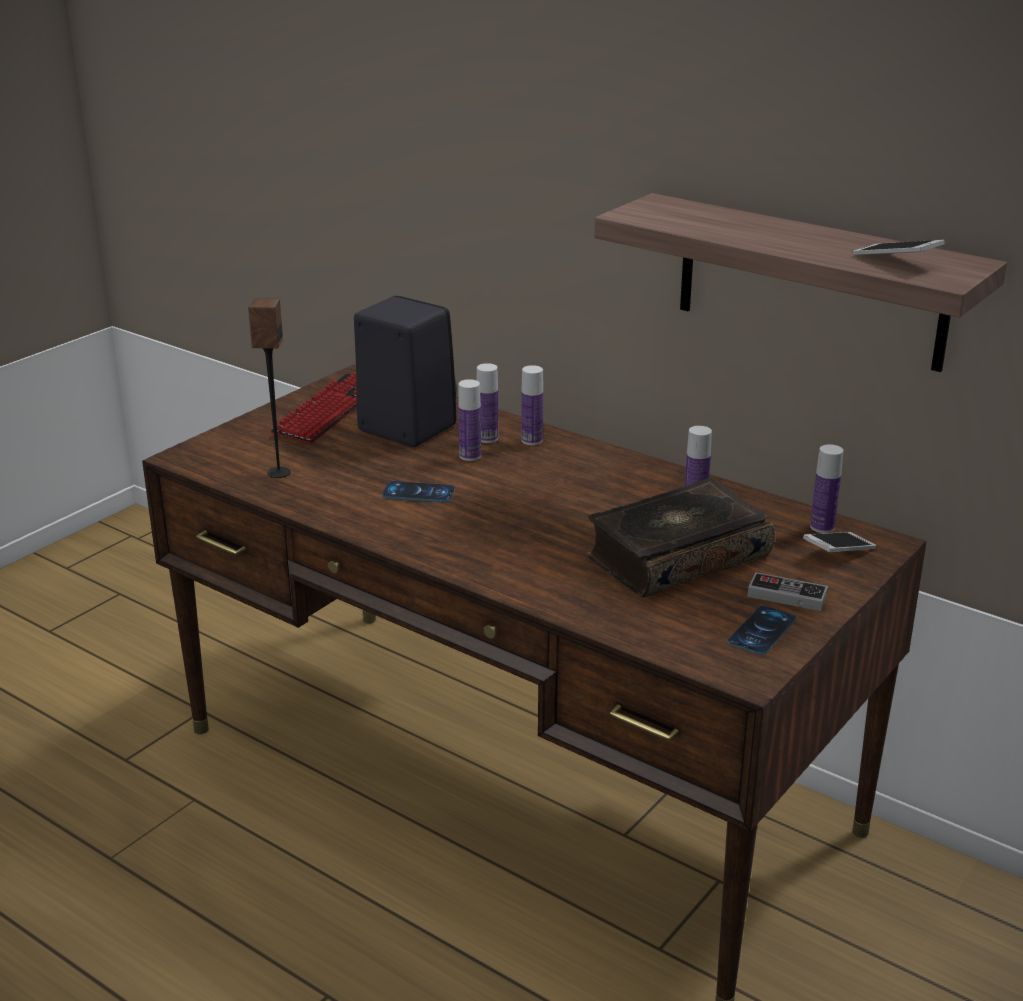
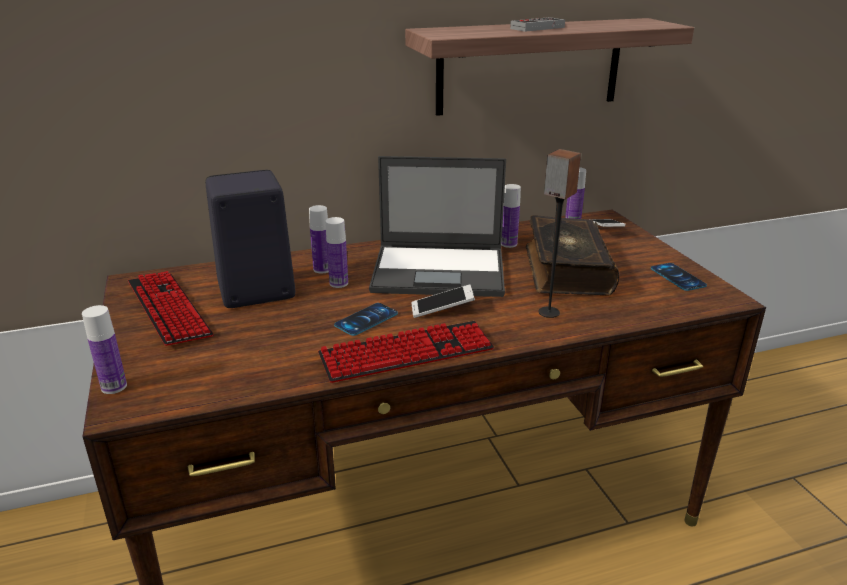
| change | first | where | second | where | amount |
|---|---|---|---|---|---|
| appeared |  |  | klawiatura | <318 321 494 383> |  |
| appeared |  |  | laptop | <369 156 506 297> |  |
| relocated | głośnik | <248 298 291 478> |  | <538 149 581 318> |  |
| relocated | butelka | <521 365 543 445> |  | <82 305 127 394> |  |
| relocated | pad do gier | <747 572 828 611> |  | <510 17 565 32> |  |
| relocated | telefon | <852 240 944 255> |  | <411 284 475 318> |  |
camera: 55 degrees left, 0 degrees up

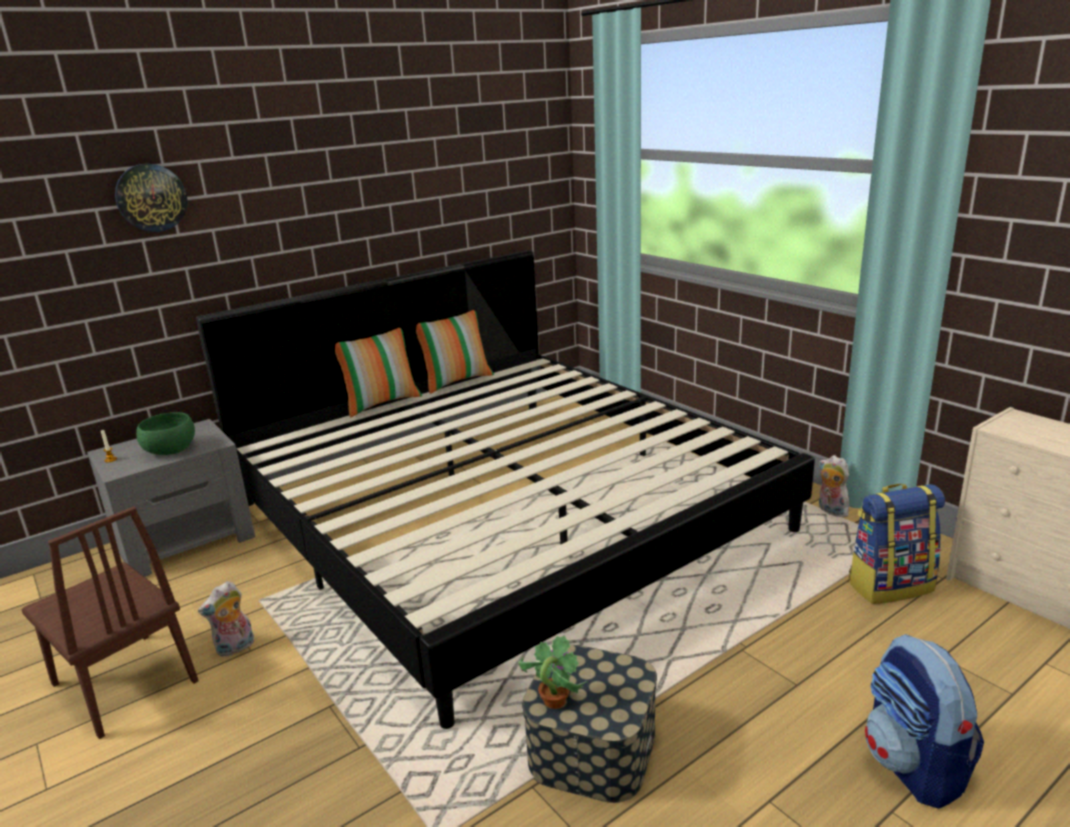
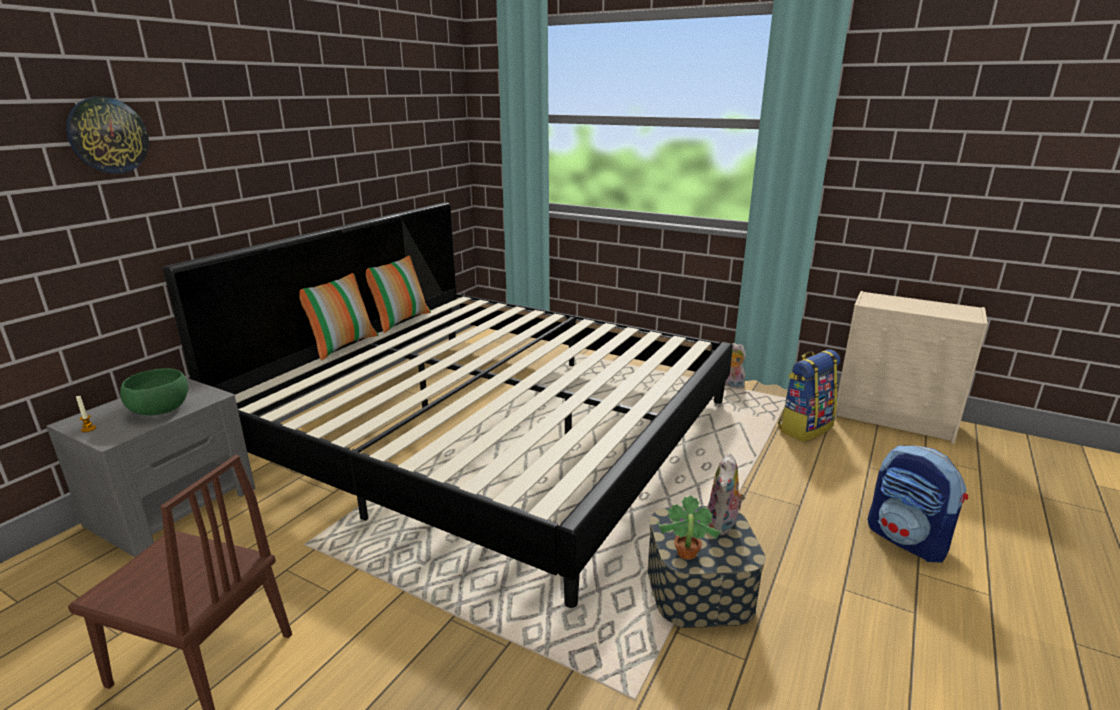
| change | first | where | second | where | amount |
|---|---|---|---|---|---|
| relocated | pluszak | <198 581 254 657> |  | <707 454 745 535> |  |
camera: 25 degrees left, 0 degrees up

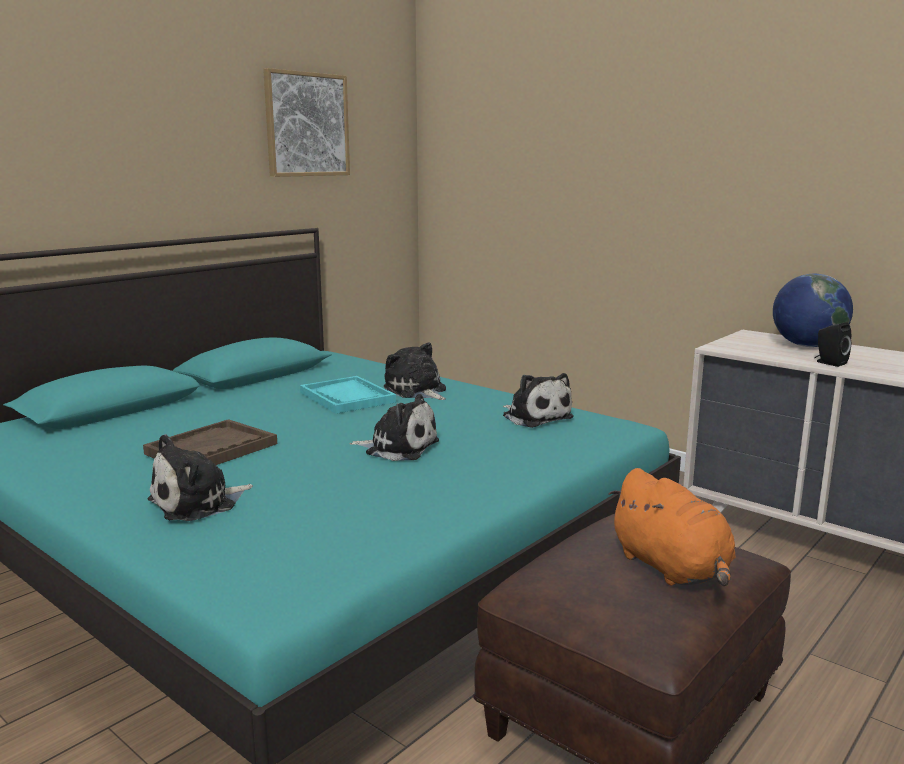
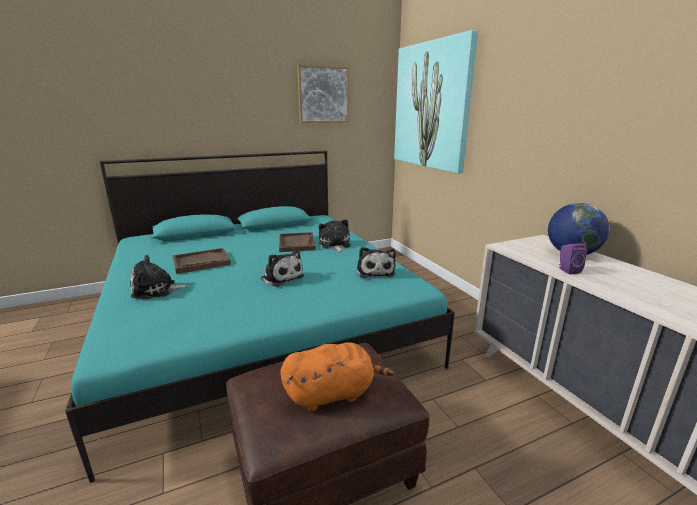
| change | first | where | second | where | amount |
|---|---|---|---|---|---|
| appeared |  |  | obraz | <394 30 478 174> |  |
| colour | taca/turkusowy | <300 376 396 414> | taca/brązowy | <279 232 316 252> |  |
| colour | głośnik/czarny | <814 322 851 367> | głośnik/fioletowy | <559 243 587 275> |  |
| spun | pluszak/pomarańczowy | <608 468 736 586> |  | <280 342 394 411> | 105 degrees counterclockwise |
camera: 25 degrees right, 5 degrees up

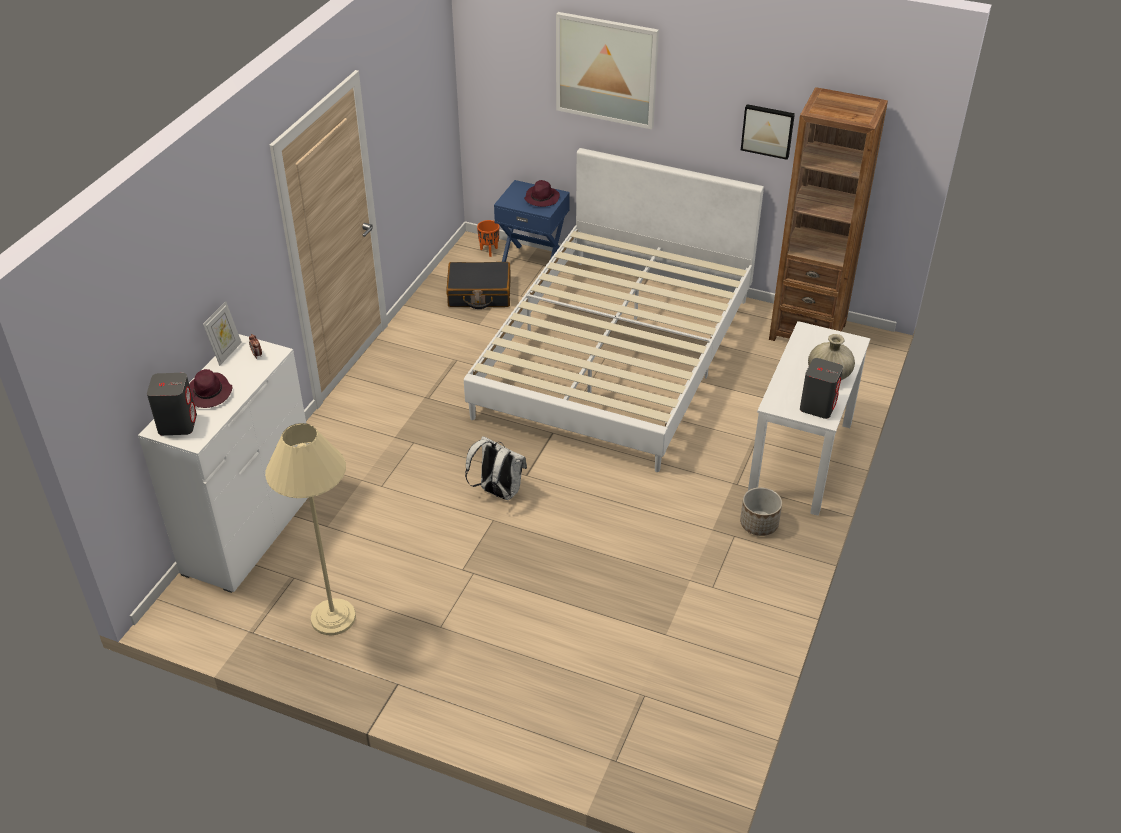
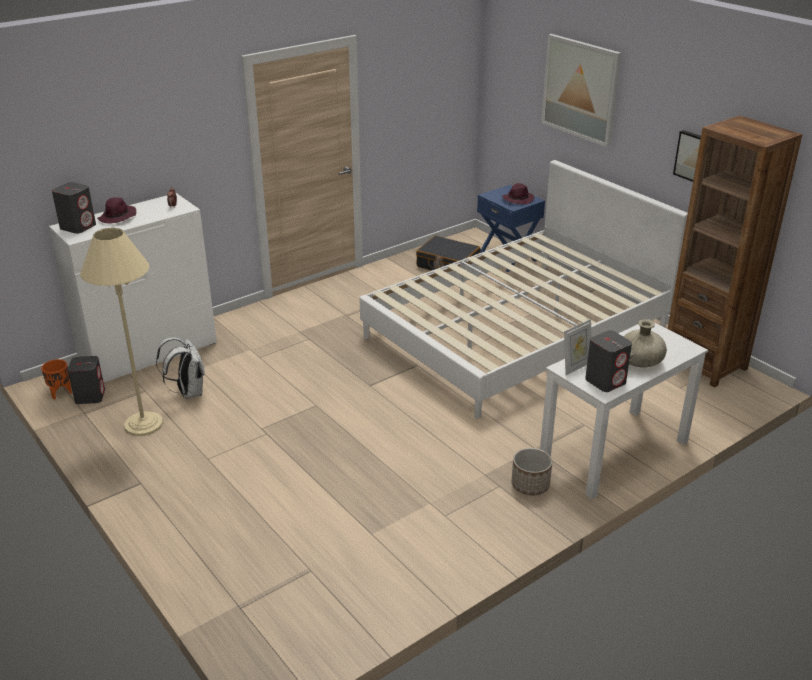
| change | first | where | second | where | amount |
|---|---|---|---|---|---|
| appeared |  |  | głośnik/szary | <67 356 105 404> |  |
| relocated | ramka na zdjęcie | <203 301 242 366> |  | <564 319 591 375> |  |
| relocated | plecak/biały | <465 436 527 500> |  | <156 337 205 399> |  |
| relocated | donica/pomarańczowy | <477 220 499 257> |  | <41 359 72 399> |  |
camera: 30 degrees right, 10 degrees down

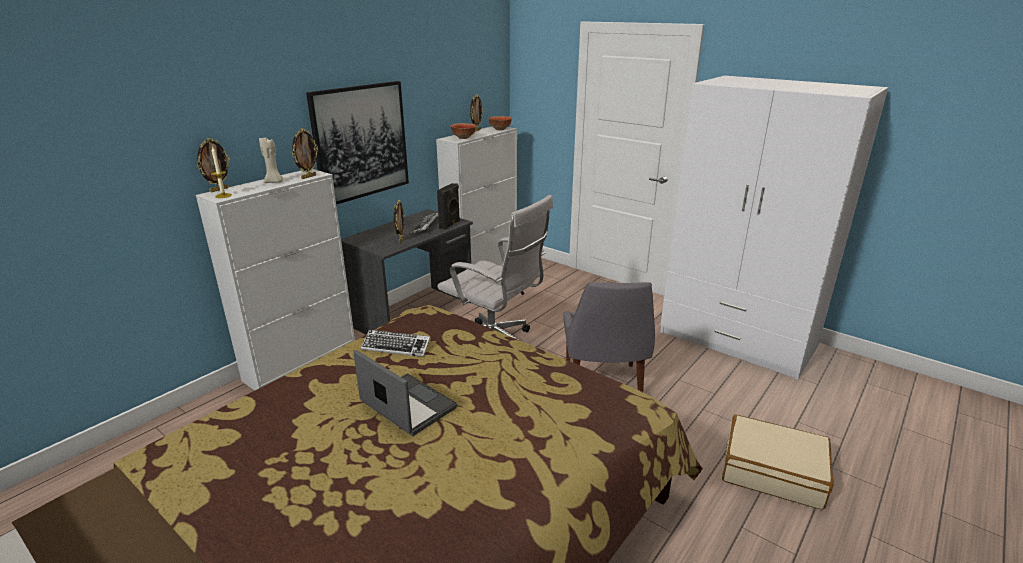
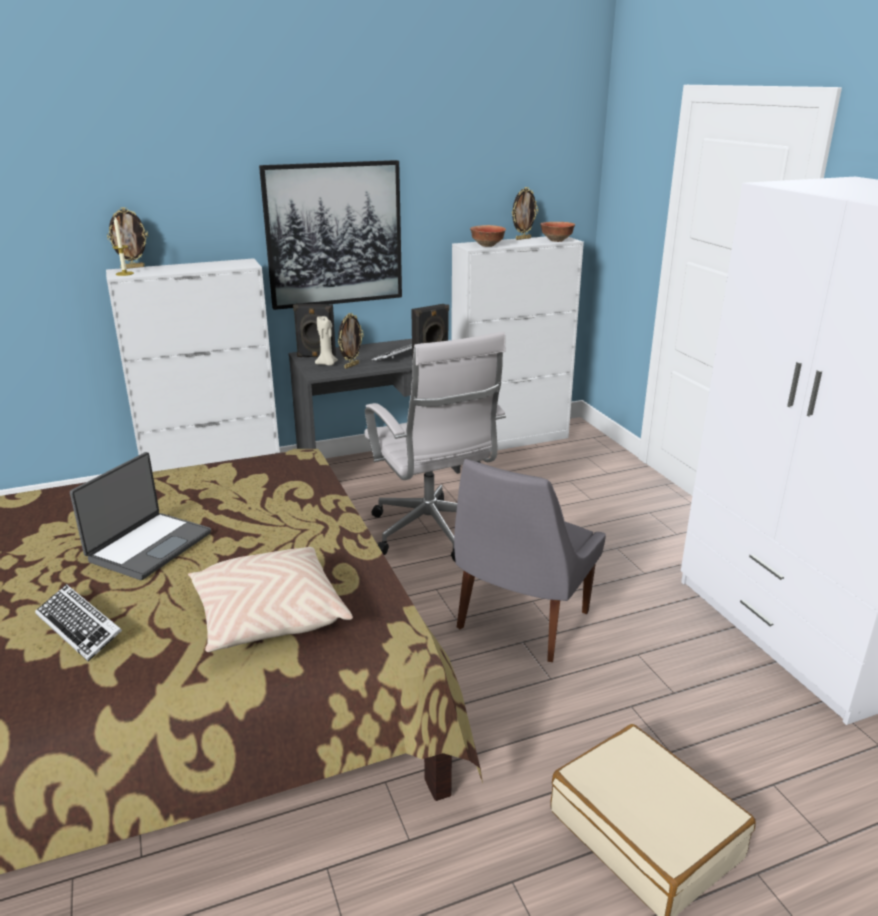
| change | first | where | second | where | amount |
|---|---|---|---|---|---|
| missing | ramka na zdjęcie | <292 128 318 179> |  |  |  |
| appeared |  |  | poduszka/beżowy | <188 547 353 652> |  |
| appeared |  |  | głośnik/czarny | <293 303 336 357> |  |
| relocated | świeca/beżowy | <259 138 283 183> |  | <315 316 338 366> |  |
| relocated | klawiatura | <361 330 430 357> |  | <35 584 122 661> |  |
| spun | laptop | <353 350 457 436> |  | <70 452 211 580> | 45 degrees clockwise |
camera: 30 degrees right, 0 degrees up

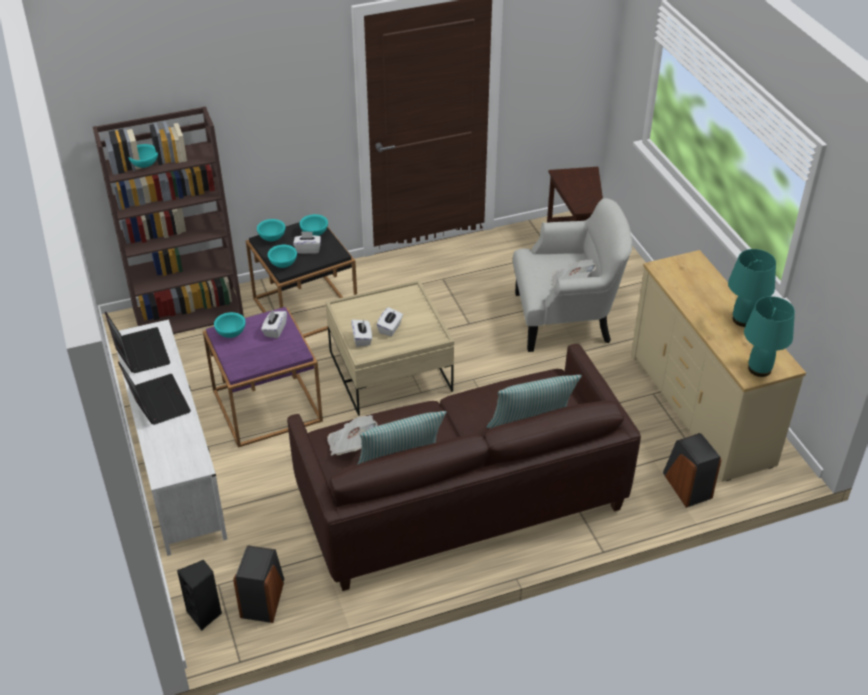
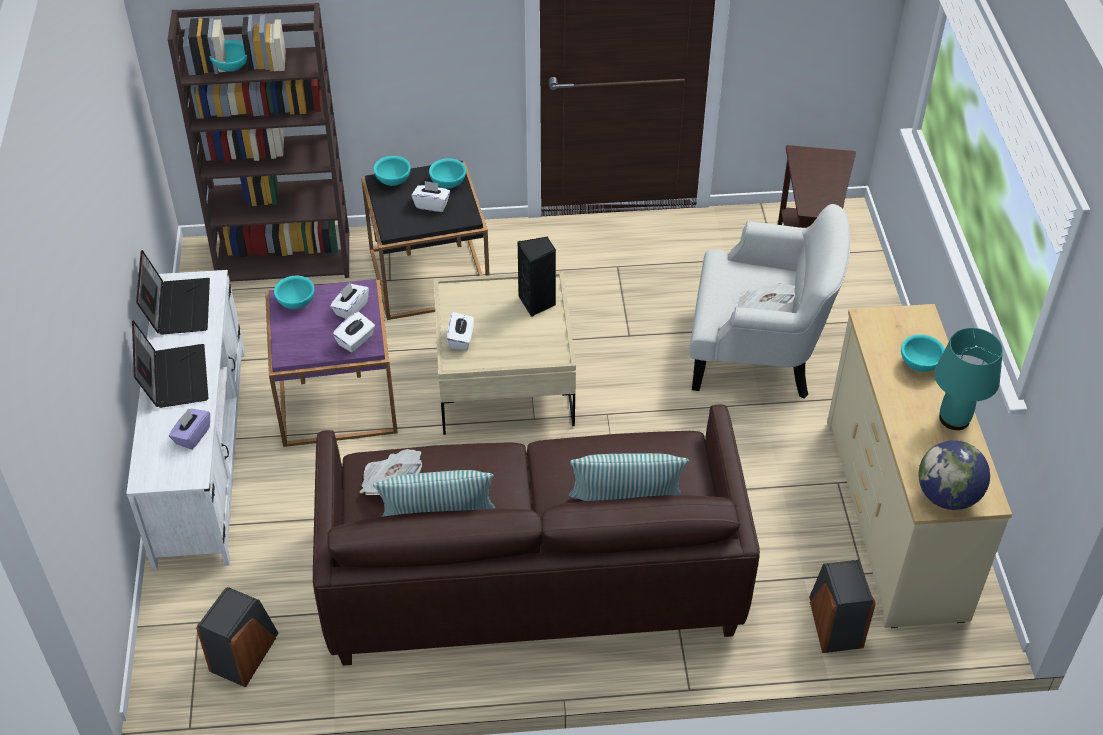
| change | first | where | second | where | amount |
|---|---|---|---|---|---|
| appeared |  |  | pudełko chusteczek/fioletowy | <169 408 210 450> |  |
| relocated | głośnik/czarny | <177 560 222 631> |  | <518 237 556 317> |  |
| relocated | miska/turkusowy | <268 245 297 268> |  | <901 334 945 372> |  |
| relocated | pudełko chusteczek/biały | <377 307 403 336> |  | <333 312 375 353> |  |
| exchanged | lampa stołowa/turkusowy | <744 296 795 377> | globus | <918 440 990 510> |  |
camera: 15 degrees right, 5 degrees up

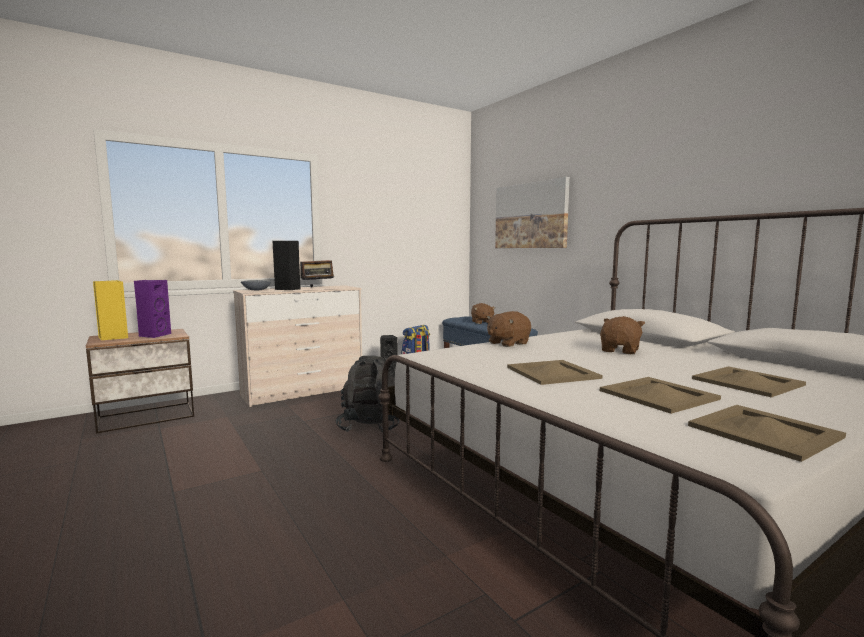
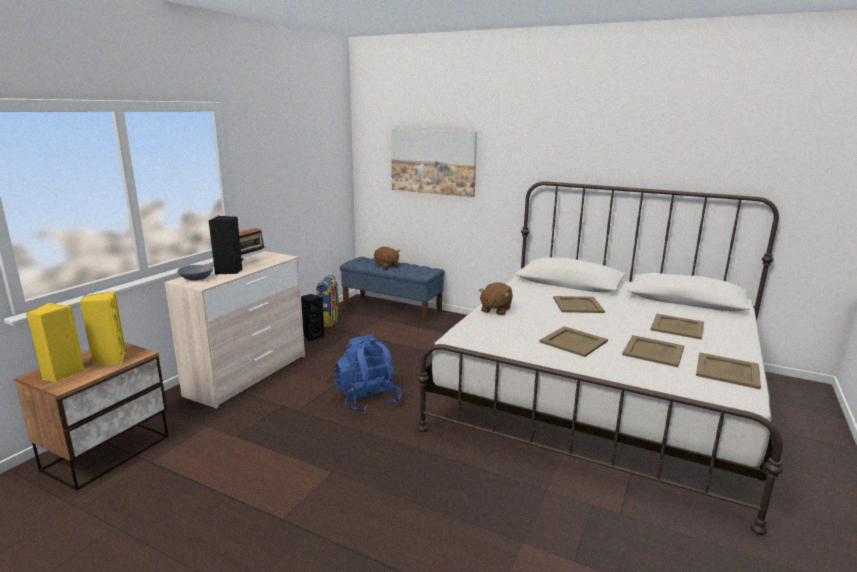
| change | first | where | second | where | amount |
|---|---|---|---|---|---|
| exchanged | pluszak/brązowy | <600 316 645 354> | taca/beżowy | <553 296 605 313> |  |
| colour | głośnik/fioletowy | <134 280 171 338> | głośnik/żółty | <80 291 126 365> |  |
| colour | plecak/czarny | <335 356 399 432> | plecak/niebieski | <334 335 402 413> |  |
camera: 30 degrees left, 10 degrees up

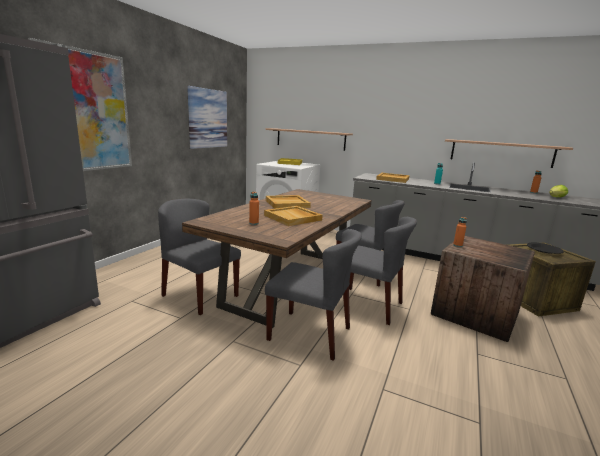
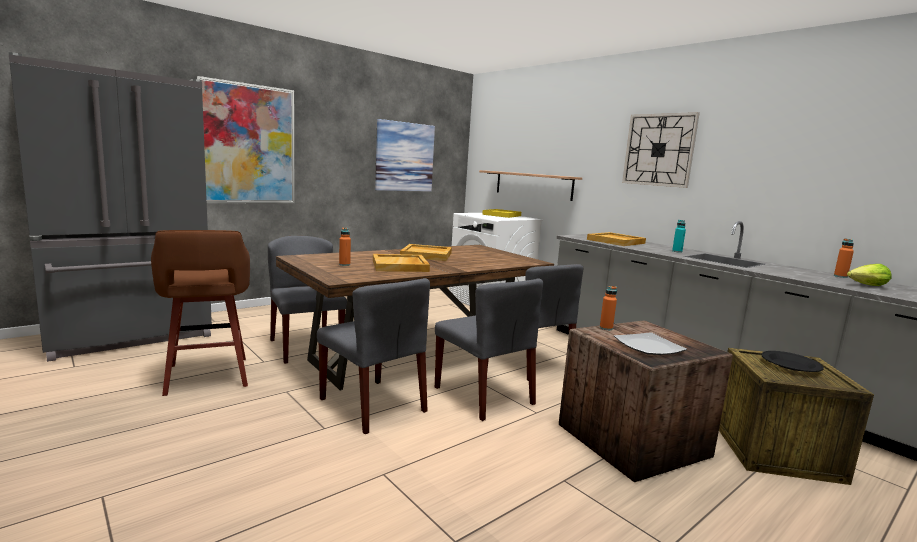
| change | first | where | second | where | amount |
|---|---|---|---|---|---|
| missing | półka | <445 139 573 168> |  |  |  |
| appeared |  |  | stołek/brązowy | <151 230 250 396> |  |
| appeared |  |  | talerz | <614 332 687 355> |  |
| appeared |  |  | zegar ścienny | <622 112 700 188> |  |
camera: 25 degrees right, 5 degrees down

